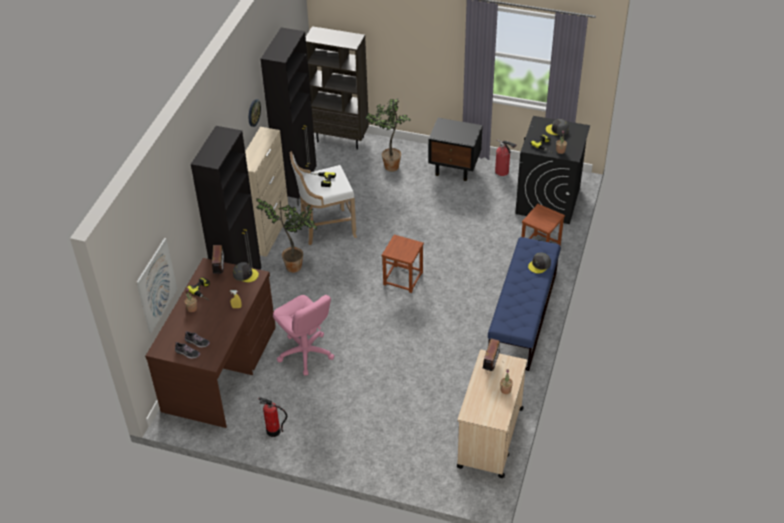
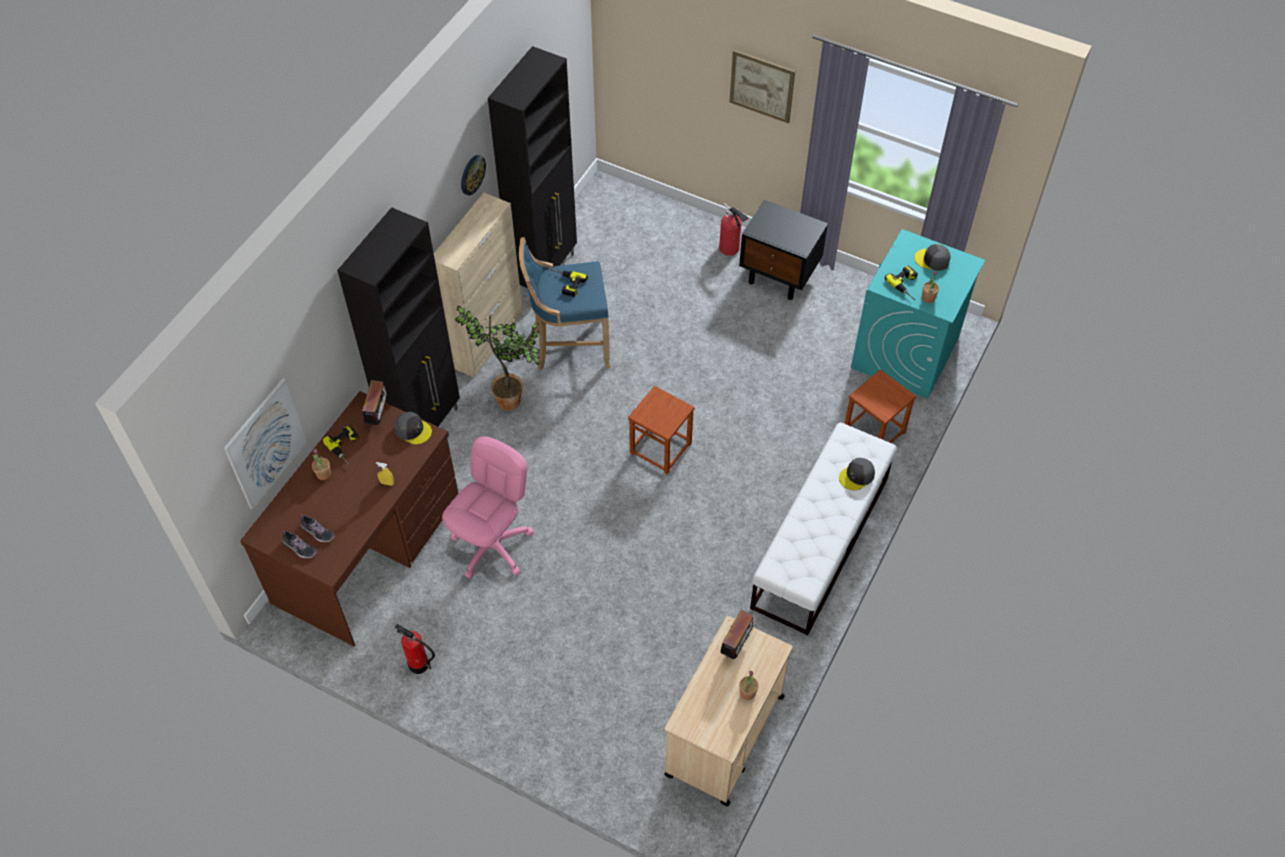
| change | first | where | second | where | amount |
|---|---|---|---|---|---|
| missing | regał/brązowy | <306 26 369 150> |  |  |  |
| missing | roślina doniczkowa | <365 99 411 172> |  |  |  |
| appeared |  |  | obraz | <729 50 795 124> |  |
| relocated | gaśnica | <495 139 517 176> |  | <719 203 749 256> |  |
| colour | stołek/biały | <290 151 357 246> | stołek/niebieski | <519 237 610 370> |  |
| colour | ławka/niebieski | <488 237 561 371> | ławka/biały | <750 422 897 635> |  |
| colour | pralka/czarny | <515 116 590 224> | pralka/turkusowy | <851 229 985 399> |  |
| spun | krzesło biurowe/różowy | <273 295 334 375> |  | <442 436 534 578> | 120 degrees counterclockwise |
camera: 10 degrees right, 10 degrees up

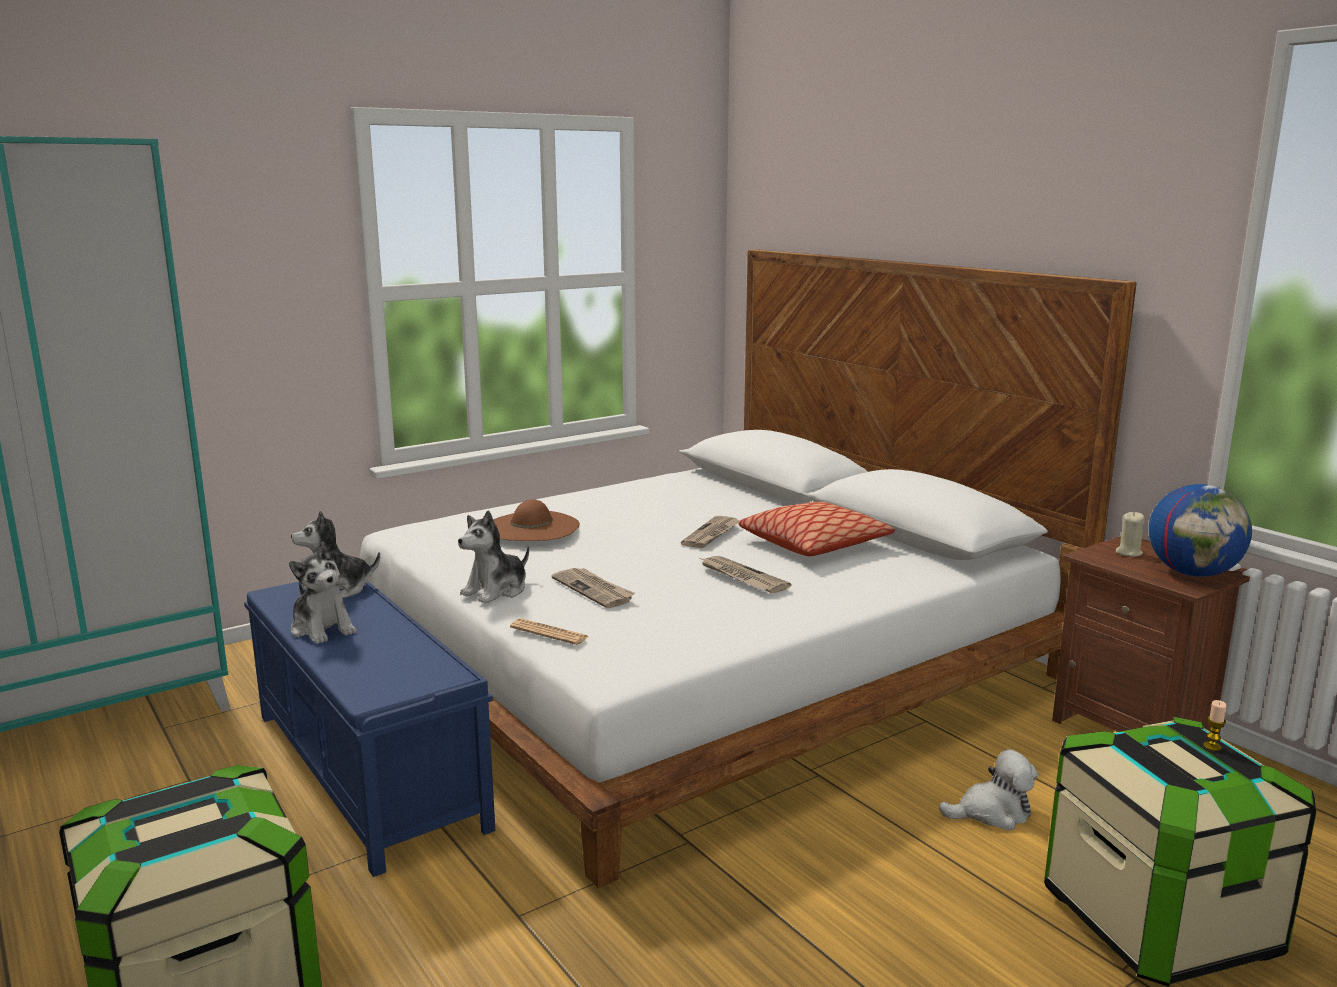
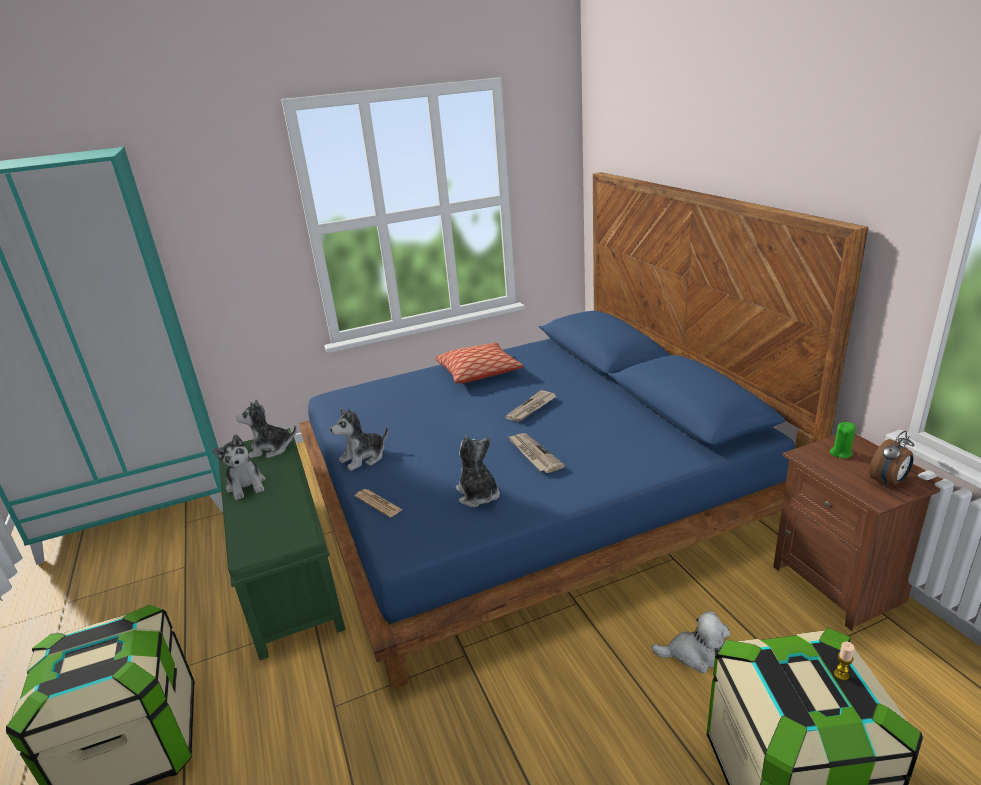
| change | first | where | second | where | amount |
|---|---|---|---|---|---|
| missing | kapelusz/brązowy | <493 499 580 541> |  |  |  |
| missing | gazeta | <552 568 635 608> |  |  |  |
| appeared |  |  | pluszak | <456 436 500 507> |  |
| relocated | poduszka | <738 502 895 556> |  | <435 343 523 383> |  |
| exchanged | globus | <1149 484 1252 577> | budzik | <869 431 914 487> |  |
| colour | ławka/niebieski | <244 581 495 877> | ławka/zielony | <219 428 346 660> |  |
| colour | łóżko/biały | <360 249 1137 888> | łóżko/niebieski | <299 172 868 689> |  |
| colour | świeca/beżowy | <1116 512 1145 557> | świeca/zielony | <830 422 856 459> |  |
camera: 15 degrees right, 10 degrees up

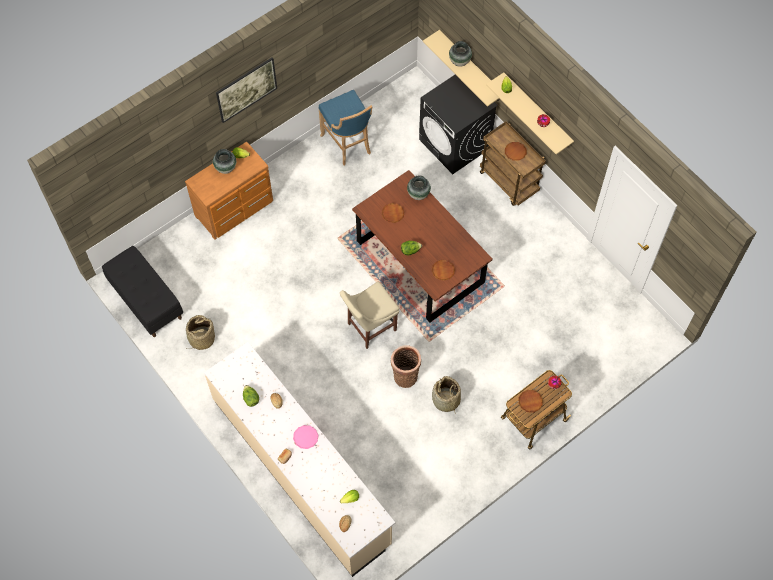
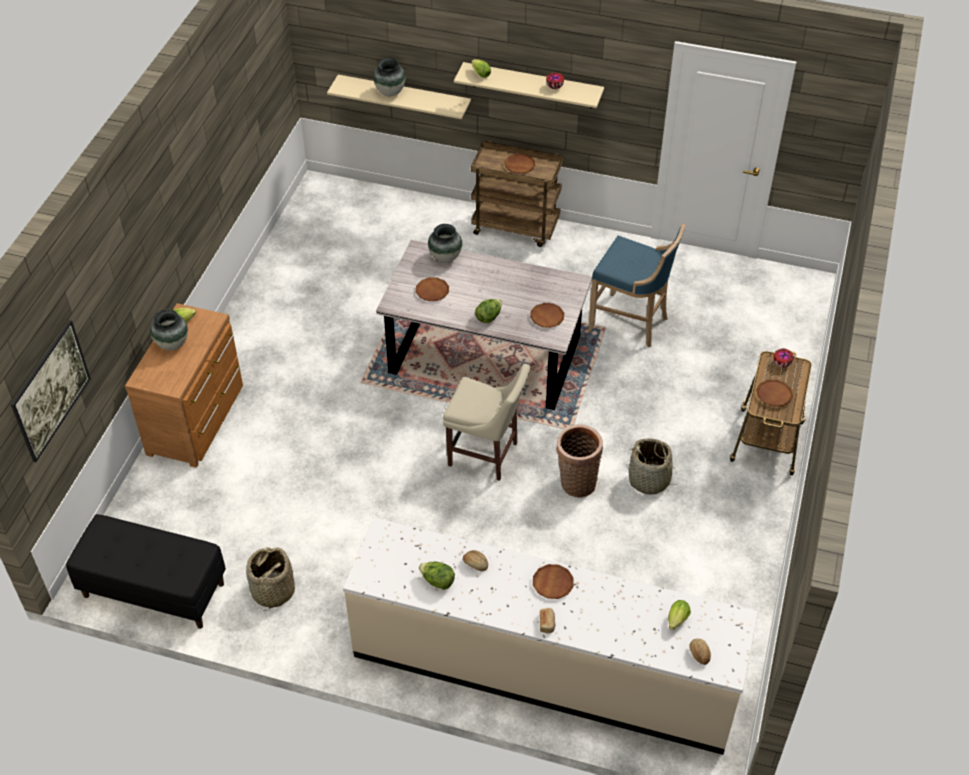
| change | first | where | second | where | amount |
|---|---|---|---|---|---|
| missing | pralka/czarny | <419 75 498 174> |  |  |  |
| relocated | obraz | <216 57 277 123> |  | <11 320 91 462> |  |
| relocated | stołek/niebieski | <319 90 372 165> |  | <587 223 685 348> |  |
| colour | talerz/różowy | <293 425 319 449> | talerz/brązowy | <533 564 574 599> |  |
| colour | stół jadalny/brązowy | <352 170 492 322> | stół jadalny/szary | <376 240 592 410> |  |
| spun | krzesło/beżowy | <340 281 399 349> |  | <443 364 530 481> | 90 degrees counterclockwise |
camera: 35 degrees left, 15 degrees down

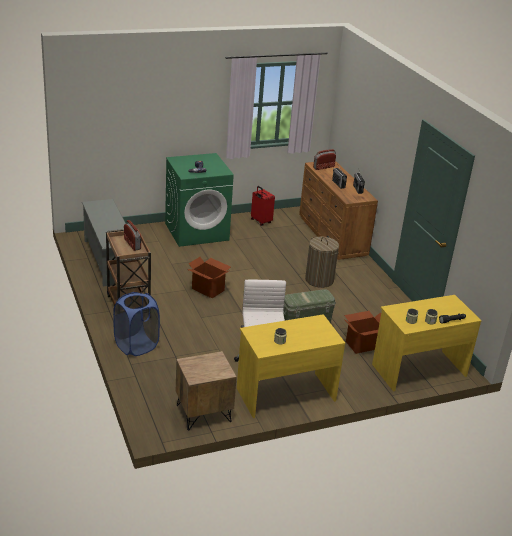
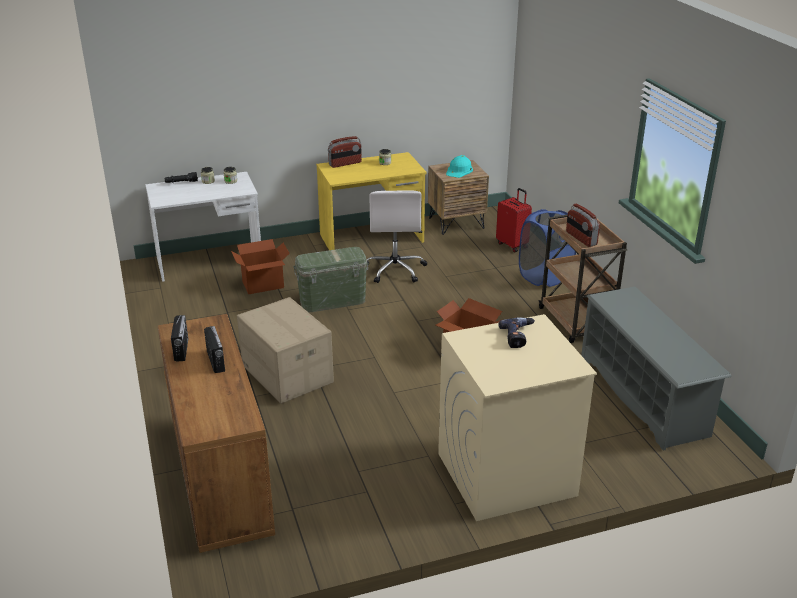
| change | first | where | second | where | amount |
|---|---|---|---|---|---|
| appeared |  |  | kask/turkusowy | <446 155 473 178> |  |
| relocated | walizka/czerwony | <251 186 275 226> |  | <496 188 532 252> |  |
| relocated | radio | <313 149 336 170> |  | <328 136 362 168> |  |
| exchanged | kosz na pranie | <305 236 339 288> | karton | <237 297 334 404> |  |
| colour | pralka/zielony | <165 153 234 247> | pralka/beżowy | <438 314 597 521> |  |
| colour | biurko/żółty | <372 295 482 392> | biurko/biały | <145 172 261 282> |  |
camera: 175 degrees left, 0 degrees up

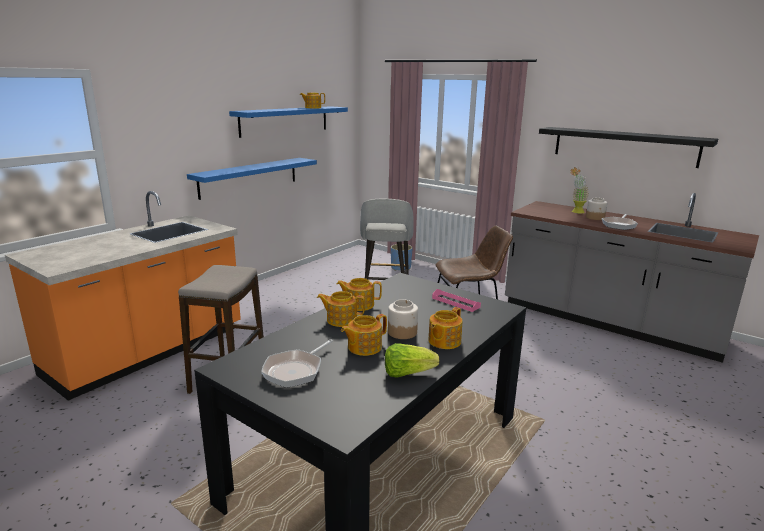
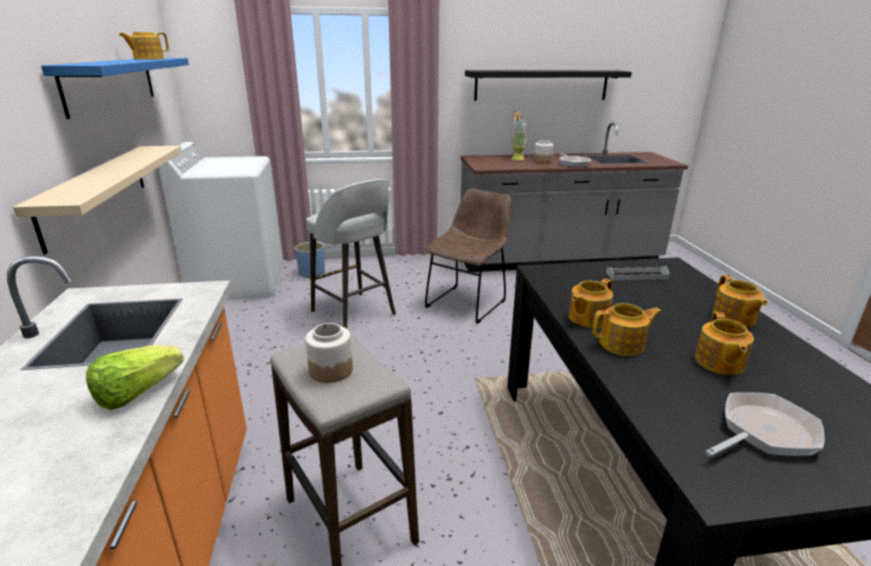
| change | first | where | second | where | amount |
|---|---|---|---|---|---|
| appeared |  |  | pralka/biały | <158 142 283 300> |  |
| relocated | sałata | <385 343 439 378> |  | <86 345 184 410> |  |
| relocated | słoik | <388 299 418 339> |  | <305 323 353 383> |  |
| colour | półka/niebieski | <187 158 317 200> | półka/beżowy | <13 146 182 254> |  |
| colour | taca/różowy | <432 289 481 312> | taca/szary | <606 266 670 280> |  |
| spun | patelnia | <261 339 333 388> |  | <706 392 825 456> | 105 degrees counterclockwise |
| spun | imbryk | <317 291 365 327> |  | <592 303 662 356> | 150 degrees counterclockwise |
camera: 45 degrees left, 5 degrees up

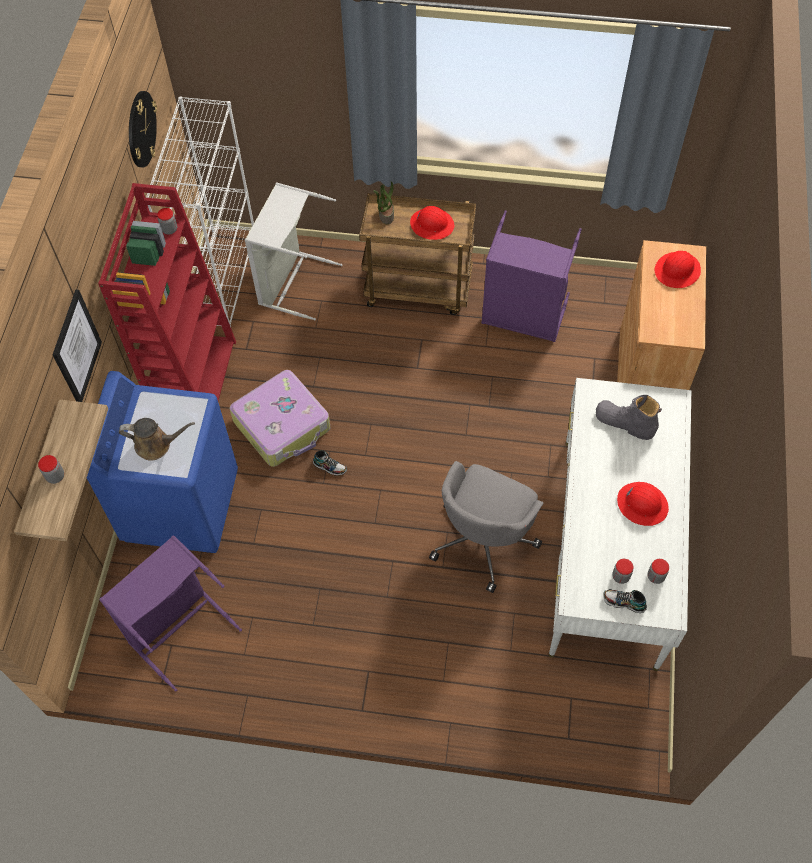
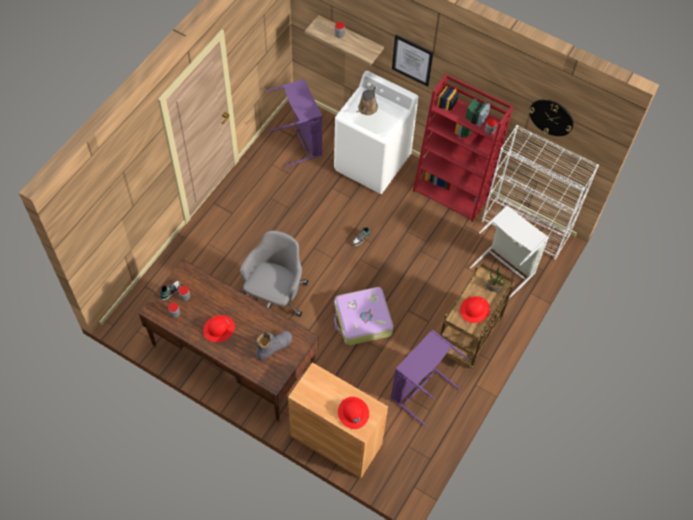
| change | first | where | second | where | amount |
|---|---|---|---|---|---|
| relocated | walizka | <230 370 330 467> |  | <334 287 393 345> |  |
| colour | pralka/niebieski | <87 371 238 553> | pralka/biały | <334 71 418 194> |  |
| colour | biurko/biały | <549 378 691 671> | biurko/brązowy | <138 259 318 422> |  |
| spun | krzesło biurowe/szary | <429 461 543 593> |  | <240 231 308 317> | 60 degrees clockwise |
camera: 110 degrees right, 0 degrees up

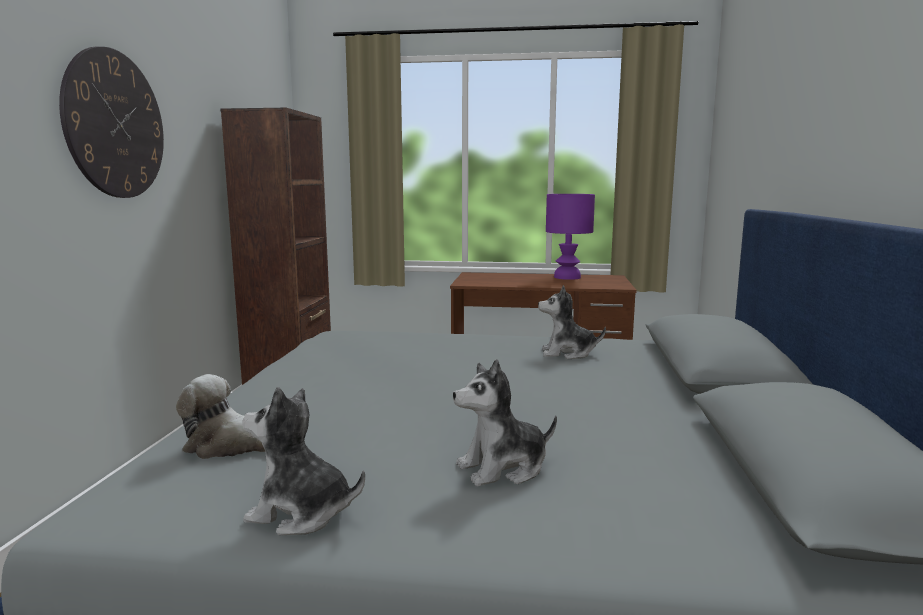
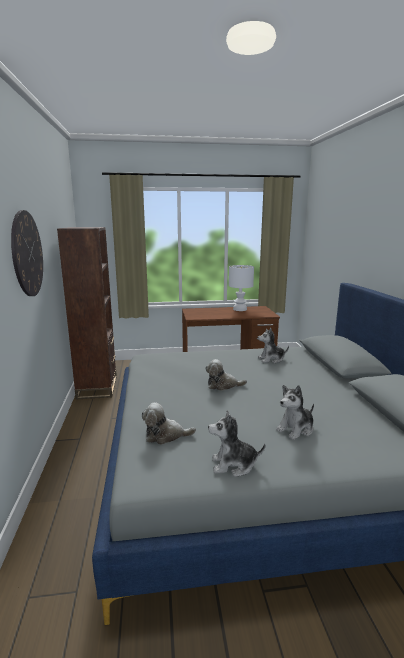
| change | first | where | second | where | amount |
|---|---|---|---|---|---|
| appeared |  |  | pluszak | <205 359 247 391> |  |
| colour | lampa stołowa/fioletowy | <546 194 595 280> | lampa stołowa/biały | <229 265 254 311> |  |
camera: 15 degrees left, 5 degrees up

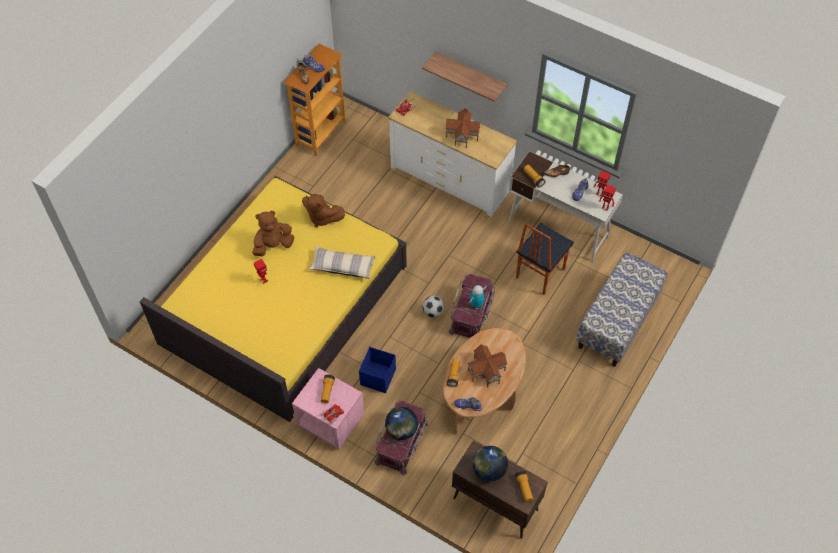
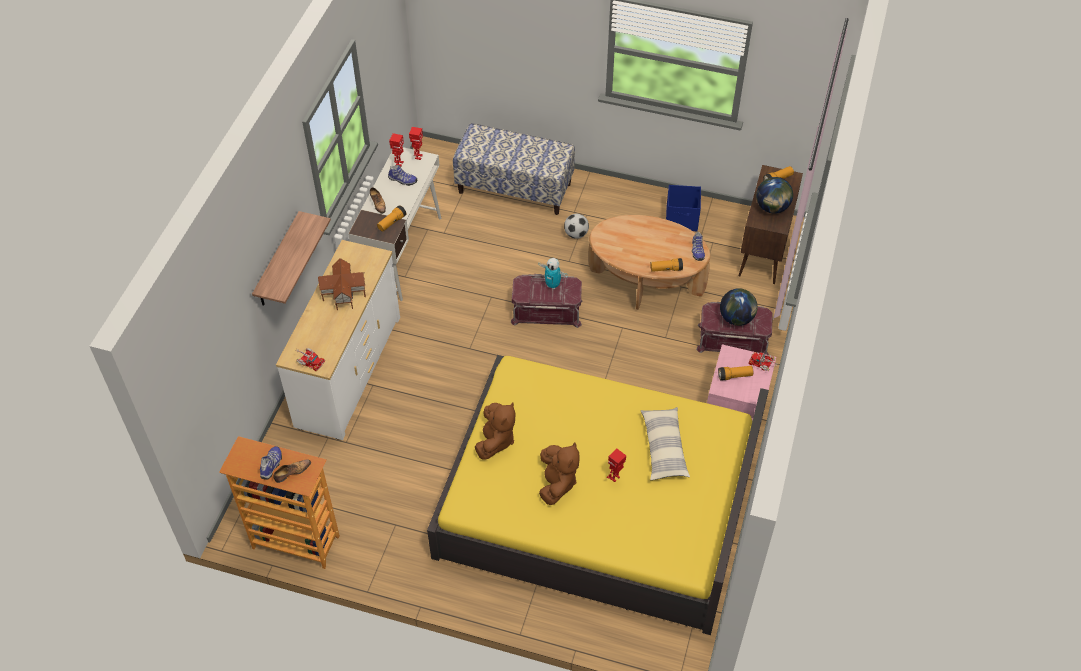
| change | first | where | second | where | amount |
|---|---|---|---|---|---|
| missing | domek | <467 344 508 388> |  |  |  |
| missing | krzesło | <516 223 574 295> |  |  |  |
| relocated | poduszka | <309 246 375 279> |  | <641 407 690 480> |  |
| relocated | pojemnik do przechowywania/niebieski | <359 347 396 393> |  | <666 185 701 231> |  |
| relocated | piłka futbolowa | <422 296 444 318> |  | <564 214 589 239> |  |
| spun | pluszak/brązowy | <252 211 294 256> |  | <539 442 580 505> | 135 degrees counterclockwise |
camera: 105 degrees left, 5 degrees down

